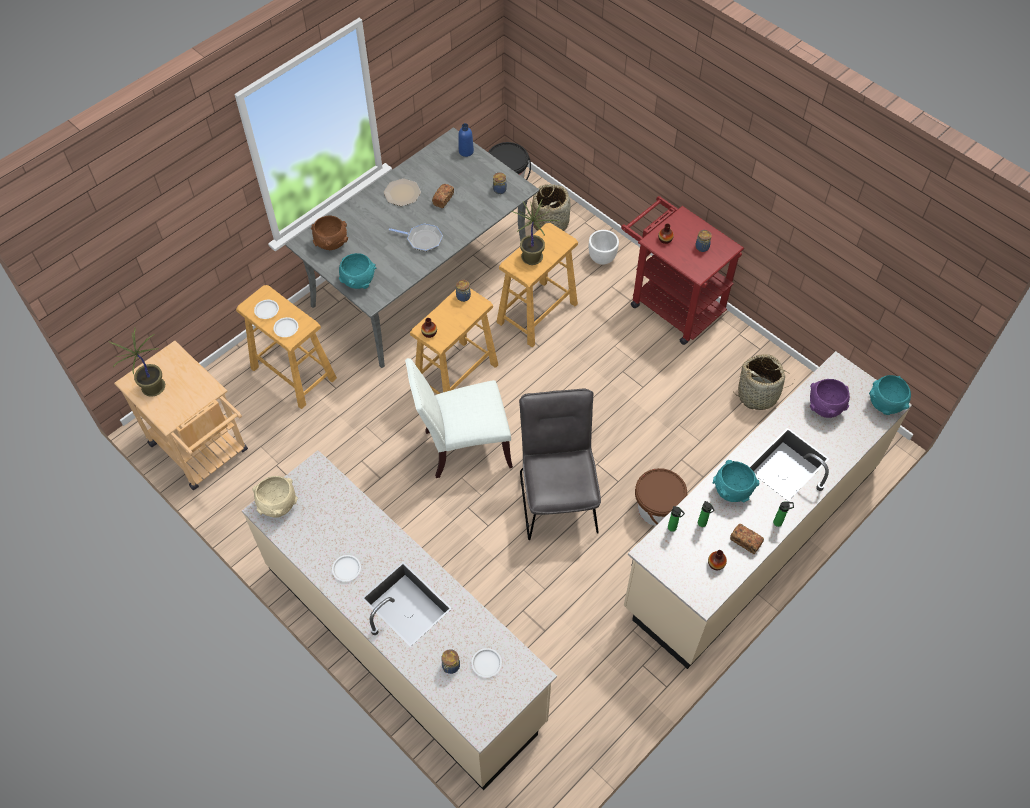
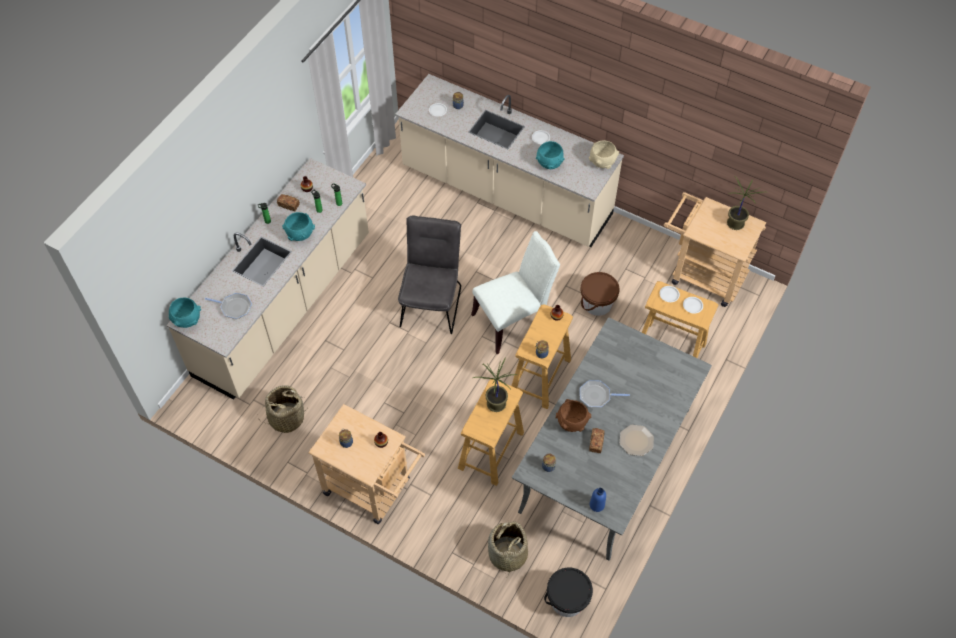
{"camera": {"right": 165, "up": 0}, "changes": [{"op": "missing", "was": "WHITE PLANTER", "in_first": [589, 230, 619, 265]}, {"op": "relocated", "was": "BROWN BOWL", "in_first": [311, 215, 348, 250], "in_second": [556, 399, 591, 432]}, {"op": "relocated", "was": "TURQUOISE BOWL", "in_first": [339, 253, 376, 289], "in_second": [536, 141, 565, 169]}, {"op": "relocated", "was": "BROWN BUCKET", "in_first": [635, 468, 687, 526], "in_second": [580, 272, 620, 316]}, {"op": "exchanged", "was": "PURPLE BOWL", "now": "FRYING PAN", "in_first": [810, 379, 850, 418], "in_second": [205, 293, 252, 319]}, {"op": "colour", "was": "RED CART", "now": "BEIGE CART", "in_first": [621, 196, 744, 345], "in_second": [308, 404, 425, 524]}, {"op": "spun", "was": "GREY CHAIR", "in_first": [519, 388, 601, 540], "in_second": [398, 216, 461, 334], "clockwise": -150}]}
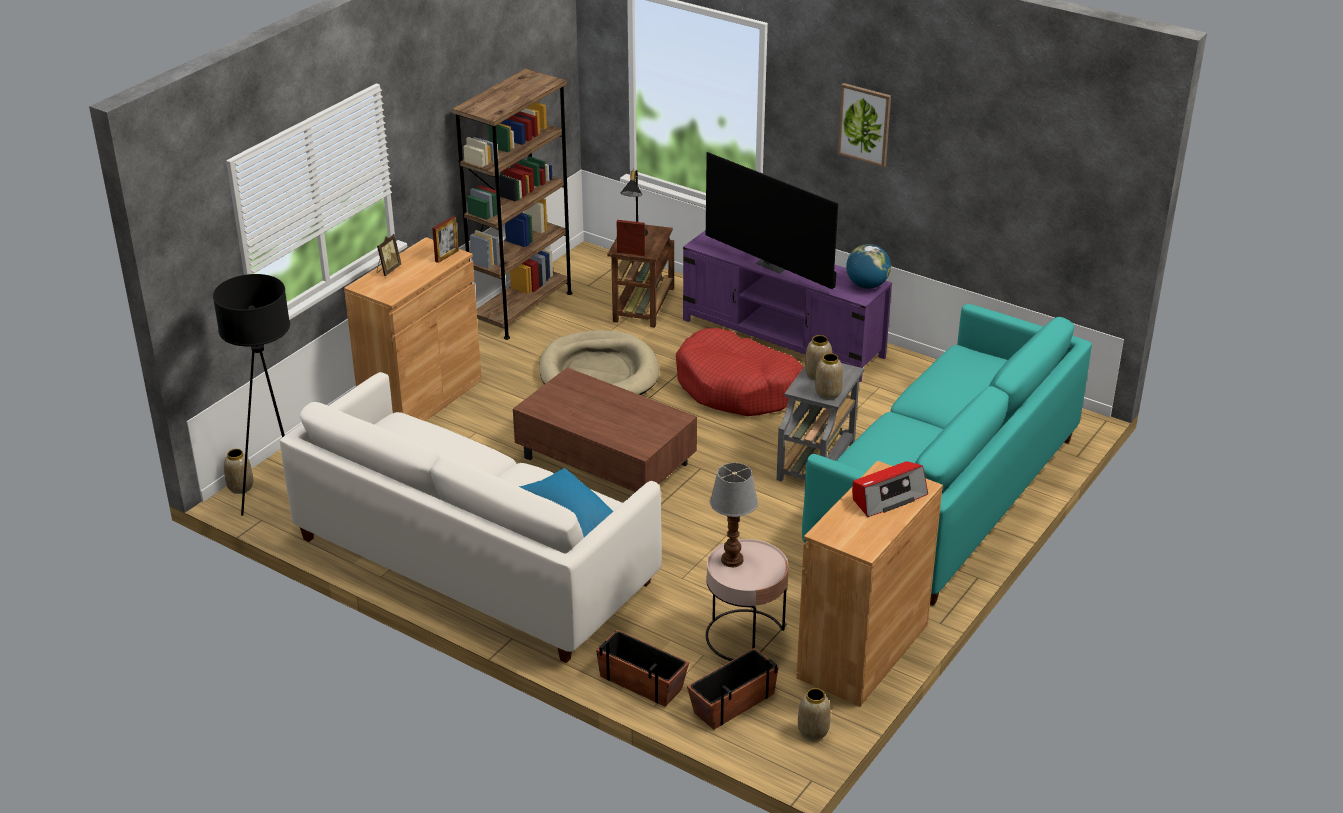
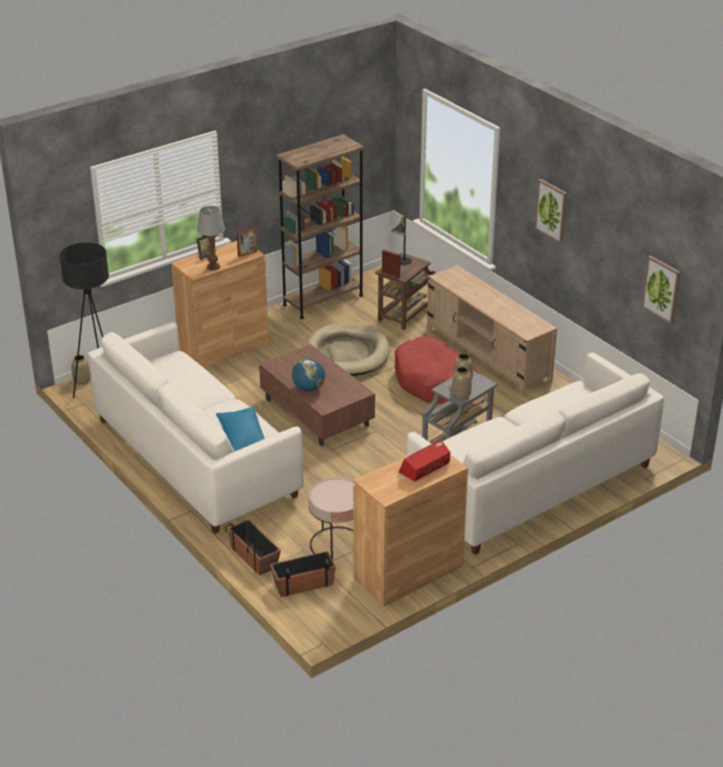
{"camera": {"right": 20, "up": 0}, "changes": [{"op": "missing", "was": "TELEVISION", "in_first": [706, 152, 838, 289]}, {"op": "missing", "was": "VASE", "in_first": [798, 688, 831, 740]}, {"op": "appeared", "now": "PICTURE", "in_second": [641, 255, 681, 324]}, {"op": "relocated", "was": "TABLE LAMP", "in_first": [710, 463, 758, 567], "in_second": [197, 206, 225, 271]}, {"op": "relocated", "was": "GLOBE", "in_first": [846, 244, 891, 289], "in_second": [292, 358, 325, 392]}, {"op": "colour", "was": "PURPLE TV STAND", "now": "BEIGE TV STAND", "in_first": [683, 230, 892, 382], "in_second": [427, 265, 557, 395]}, {"op": "colour", "was": "TURQUOISE SOFA", "now": "WHITE SOFA", "in_first": [802, 304, 1092, 606], "in_second": [407, 353, 664, 555]}, {"op": "spun", "was": "RADIO", "in_first": [852, 461, 928, 517], "in_second": [398, 440, 450, 481], "clockwise": 150}]}
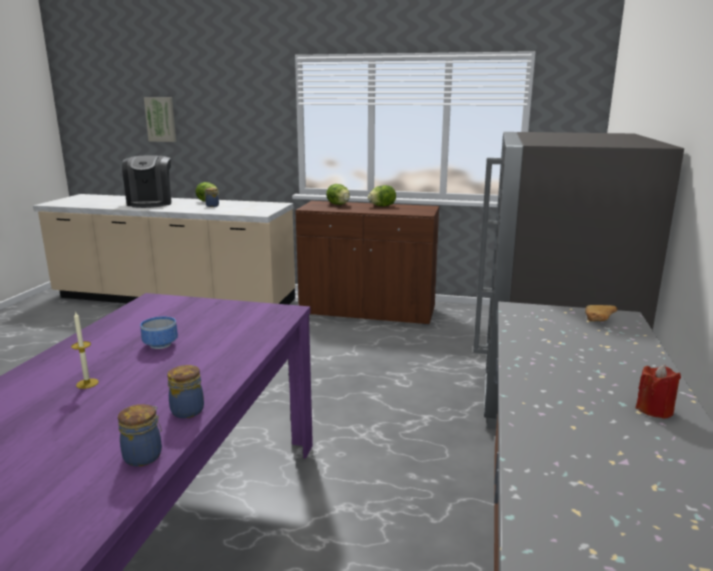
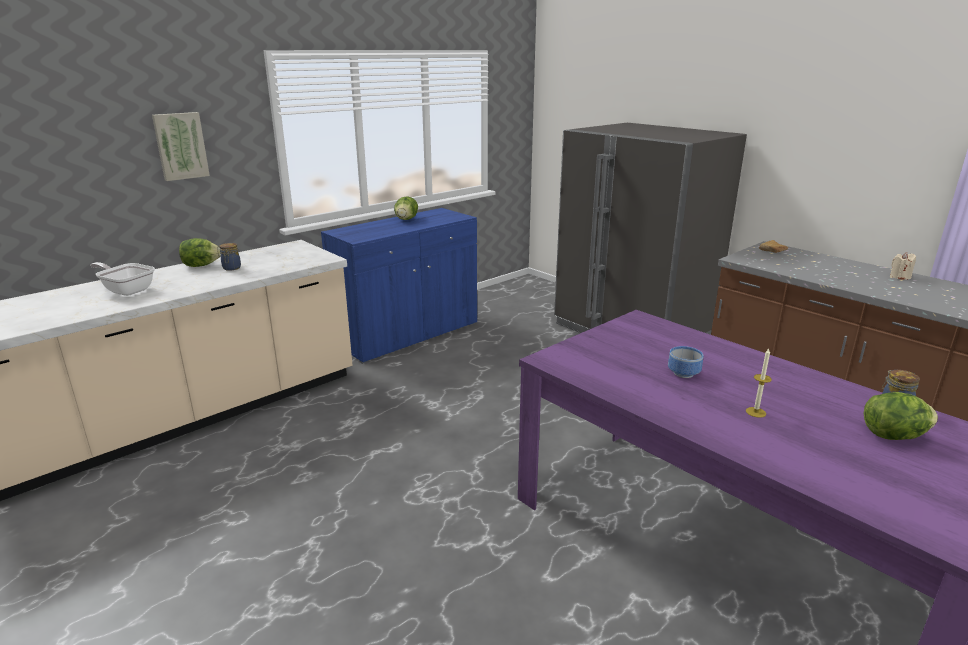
{"camera": {"right": -55, "up": 5}, "changes": [{"op": "missing", "was": "JAR", "in_first": [167, 365, 204, 418]}, {"op": "relocated", "was": "PICTURE", "in_first": [144, 98, 176, 142], "in_second": [152, 112, 210, 181]}, {"op": "relocated", "was": "LETTUCE", "in_first": [326, 184, 350, 205], "in_second": [864, 392, 938, 440]}, {"op": "exchanged", "was": "COFFEE MACHINE", "now": "FRYING PAN", "in_first": [122, 155, 171, 208], "in_second": [90, 262, 155, 296]}, {"op": "colour", "was": "BROWN CABINET", "now": "BLUE CABINET", "in_first": [295, 201, 439, 326], "in_second": [321, 208, 477, 364]}, {"op": "colour", "was": "RED CANDLE", "now": "BEIGE CANDLE", "in_first": [636, 365, 681, 419], "in_second": [890, 252, 916, 280]}]}
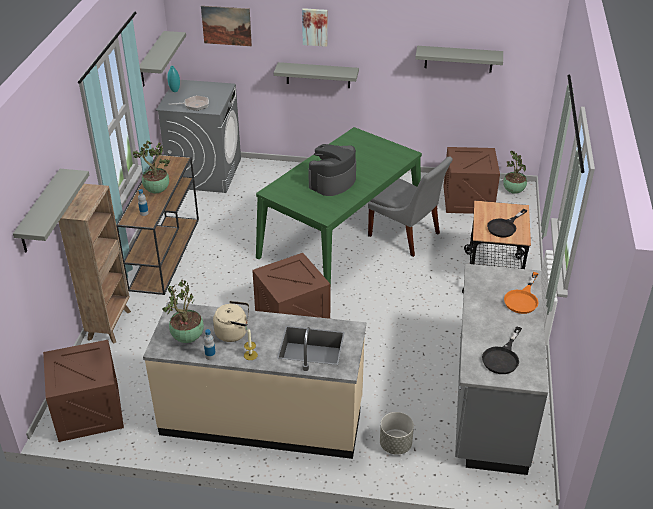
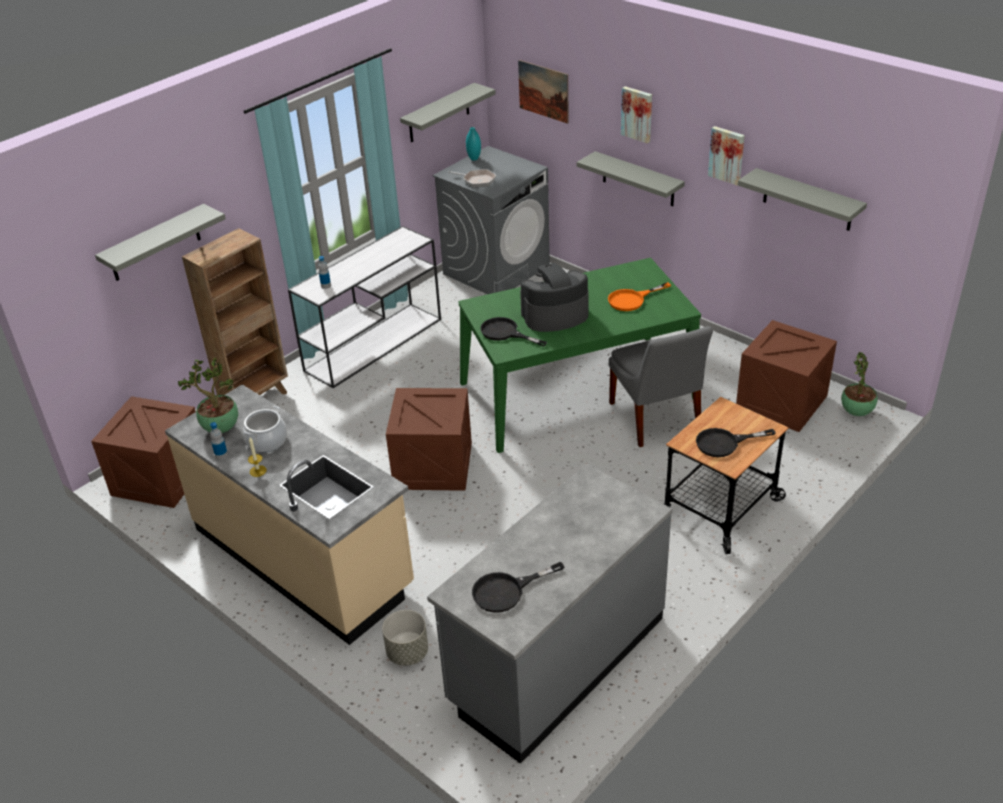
{"camera": {"right": 35, "up": 0}, "changes": [{"op": "missing", "was": "POTTED PLANT", "in_first": [133, 141, 170, 193]}, {"op": "appeared", "now": "BLACK FRYING PAN", "in_second": [480, 317, 547, 347]}, {"op": "appeared", "now": "PICTURE", "in_second": [708, 126, 745, 185]}, {"op": "relocated", "was": "ORANGE FRYING PAN", "in_first": [504, 272, 539, 314], "in_second": [608, 282, 671, 311]}, {"op": "exchanged", "was": "BEIGE KETTLE", "now": "COOKING POT", "in_first": [213, 301, 249, 342], "in_second": [243, 406, 287, 452]}, {"op": "colour", "was": "BROWN CONSOLE TABLE", "now": "WHITE CONSOLE TABLE", "in_first": [116, 154, 199, 295], "in_second": [288, 226, 441, 388]}]}
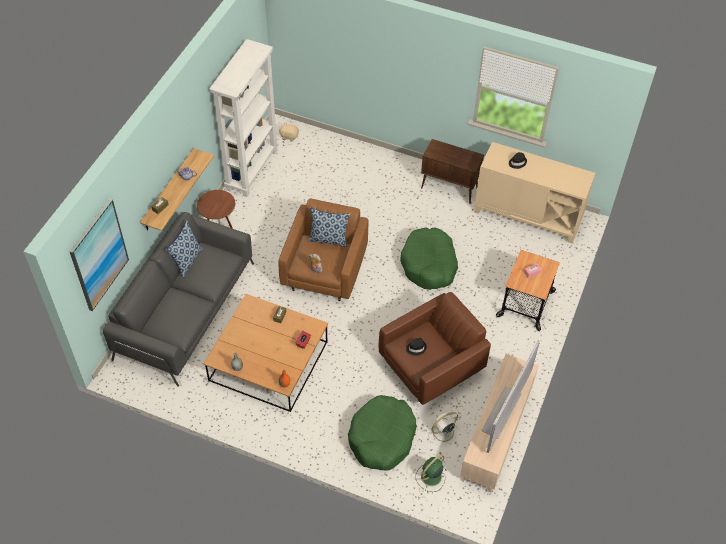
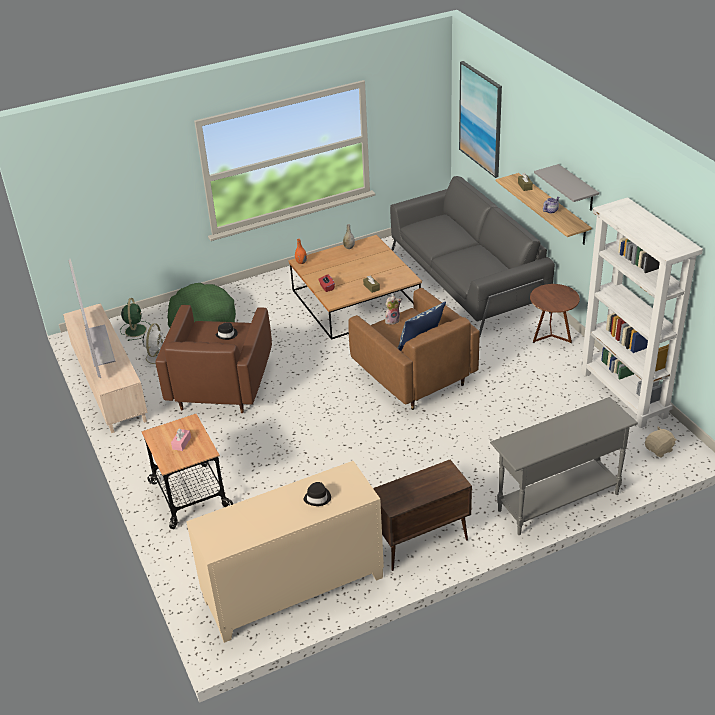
{"camera": {"right": 135, "up": -15}, "changes": [{"op": "missing", "was": "PILLOW", "in_first": [166, 220, 203, 277]}, {"op": "missing", "was": "GREEN DOG BED", "in_first": [400, 227, 458, 290]}, {"op": "appeared", "now": "GREY CONSOLE TABLE", "in_second": [490, 397, 638, 535]}, {"op": "appeared", "now": "GREY SHELF", "in_second": [534, 164, 599, 211]}]}
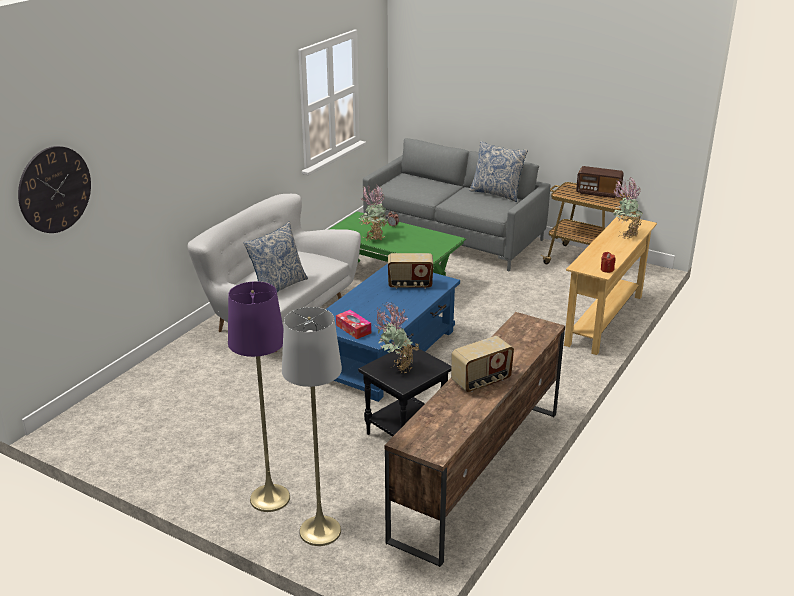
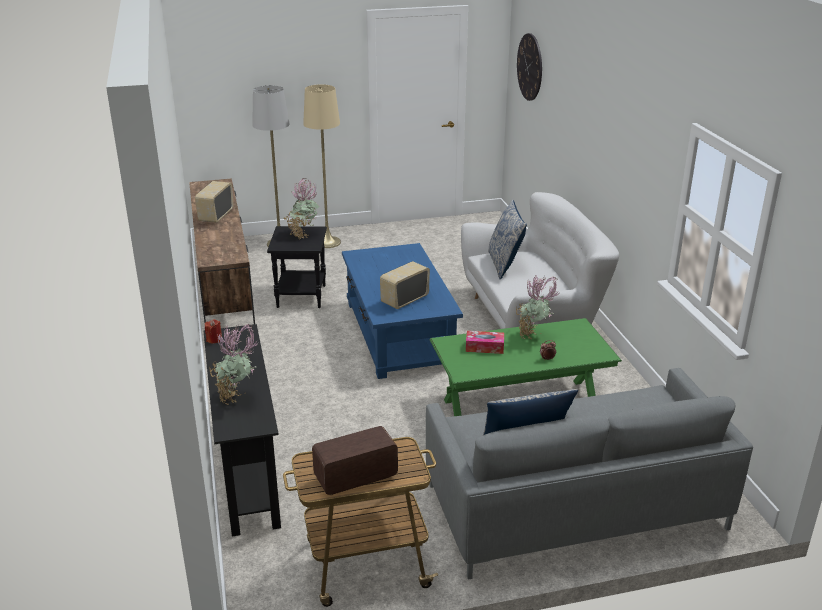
{"camera": {"right": 135, "up": 0}, "changes": [{"op": "relocated", "was": "TISSUE BOX", "in_first": [336, 310, 371, 339], "in_second": [466, 331, 504, 354]}, {"op": "colour", "was": "PURPLE FLOOR LAMP", "now": "BEIGE FLOOR LAMP", "in_first": [228, 281, 290, 512], "in_second": [303, 84, 341, 248]}, {"op": "colour", "was": "BEIGE CONSOLE TABLE", "now": "BLACK CONSOLE TABLE", "in_first": [564, 215, 657, 355], "in_second": [204, 324, 281, 536]}]}
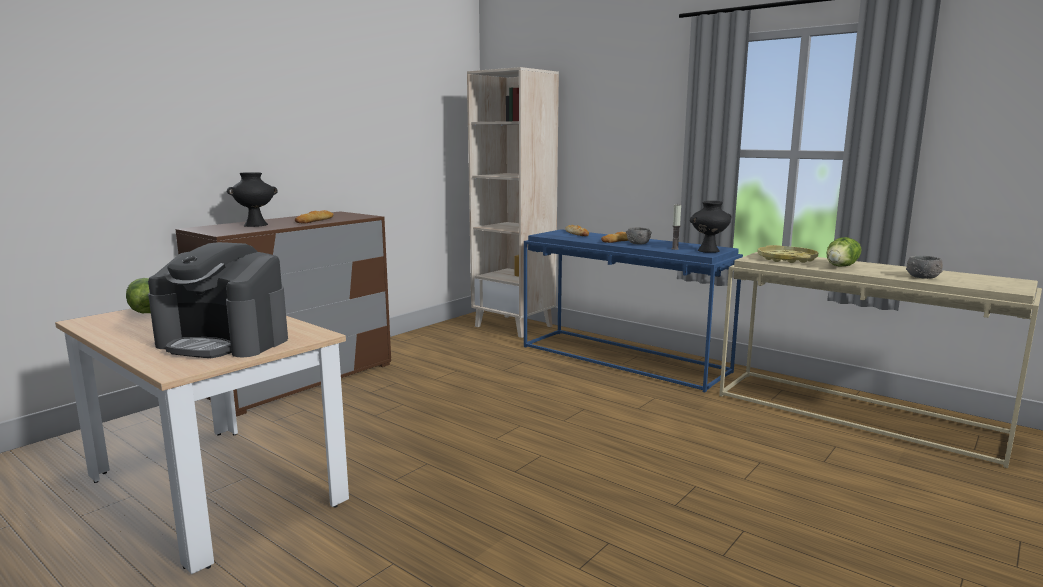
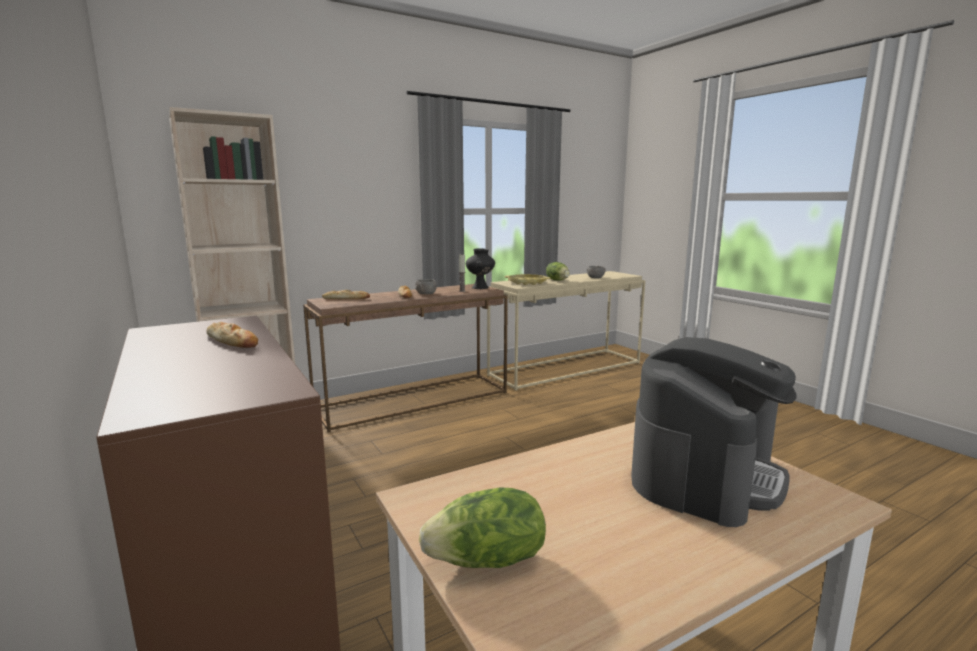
{"camera": {"right": -70, "up": 0}, "changes": [{"op": "missing", "was": "BLACK VASE", "in_first": [227, 172, 278, 227]}, {"op": "colour", "was": "BLUE CONSOLE TABLE", "now": "BROWN CONSOLE TABLE", "in_first": [524, 229, 743, 393], "in_second": [303, 284, 508, 432]}]}
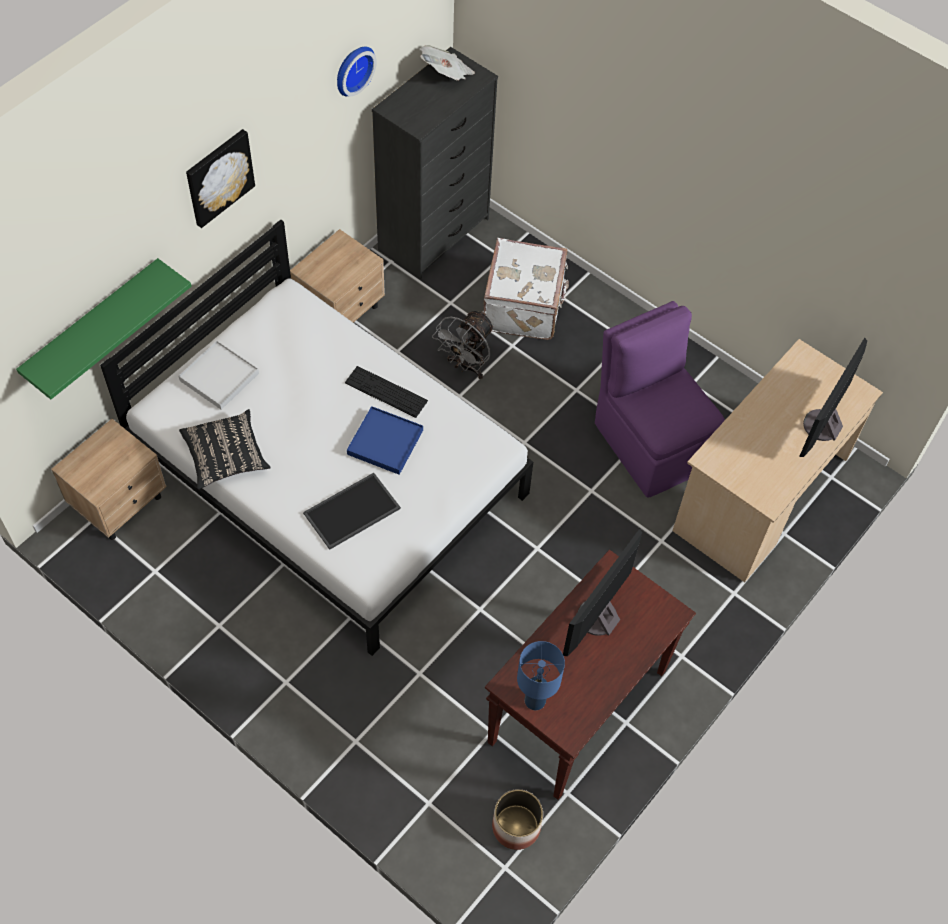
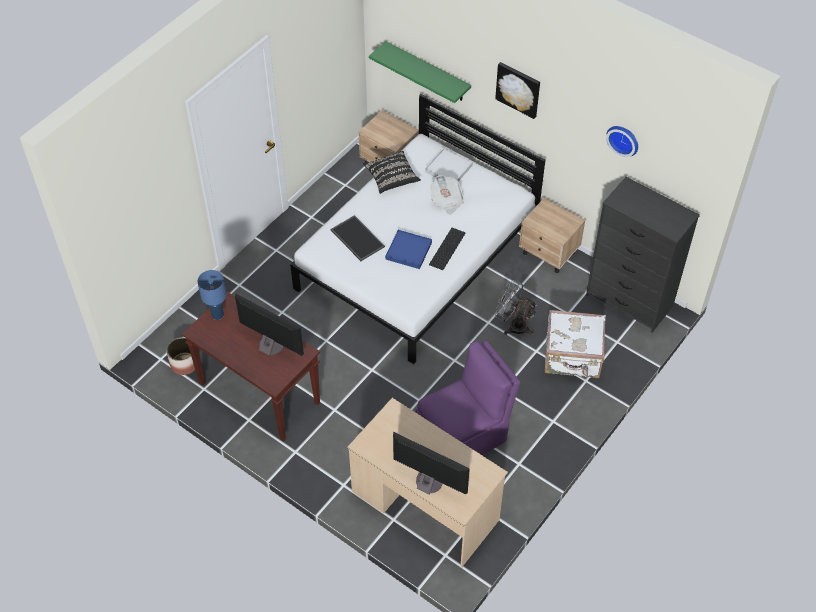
{"camera": {"right": 90, "up": -5}, "changes": [{"op": "relocated", "was": "NEWSPAPER", "in_first": [420, 45, 475, 80], "in_second": [430, 175, 464, 214]}]}
